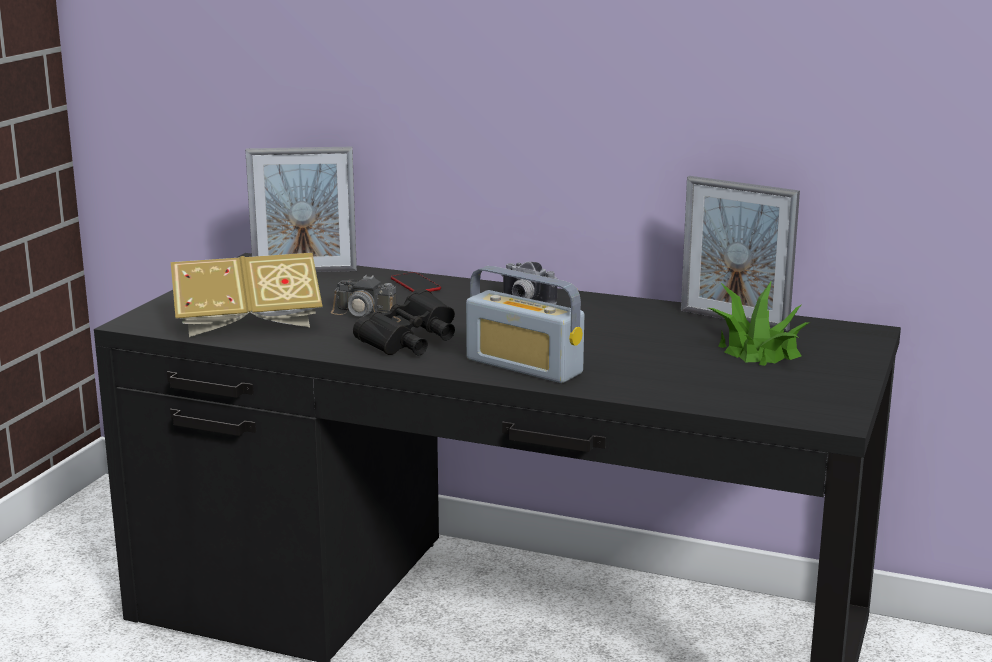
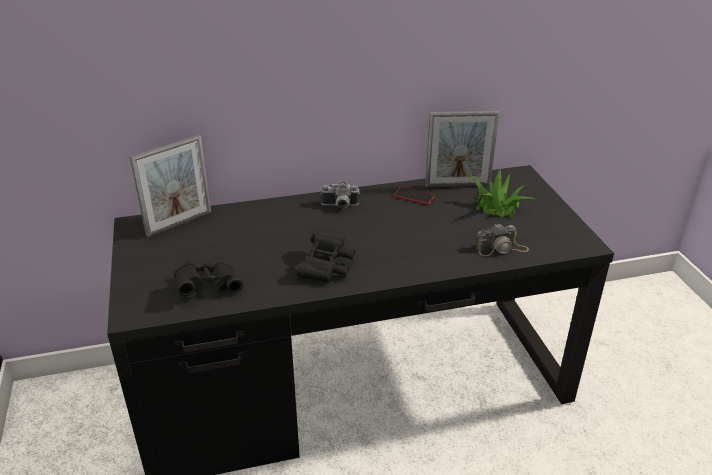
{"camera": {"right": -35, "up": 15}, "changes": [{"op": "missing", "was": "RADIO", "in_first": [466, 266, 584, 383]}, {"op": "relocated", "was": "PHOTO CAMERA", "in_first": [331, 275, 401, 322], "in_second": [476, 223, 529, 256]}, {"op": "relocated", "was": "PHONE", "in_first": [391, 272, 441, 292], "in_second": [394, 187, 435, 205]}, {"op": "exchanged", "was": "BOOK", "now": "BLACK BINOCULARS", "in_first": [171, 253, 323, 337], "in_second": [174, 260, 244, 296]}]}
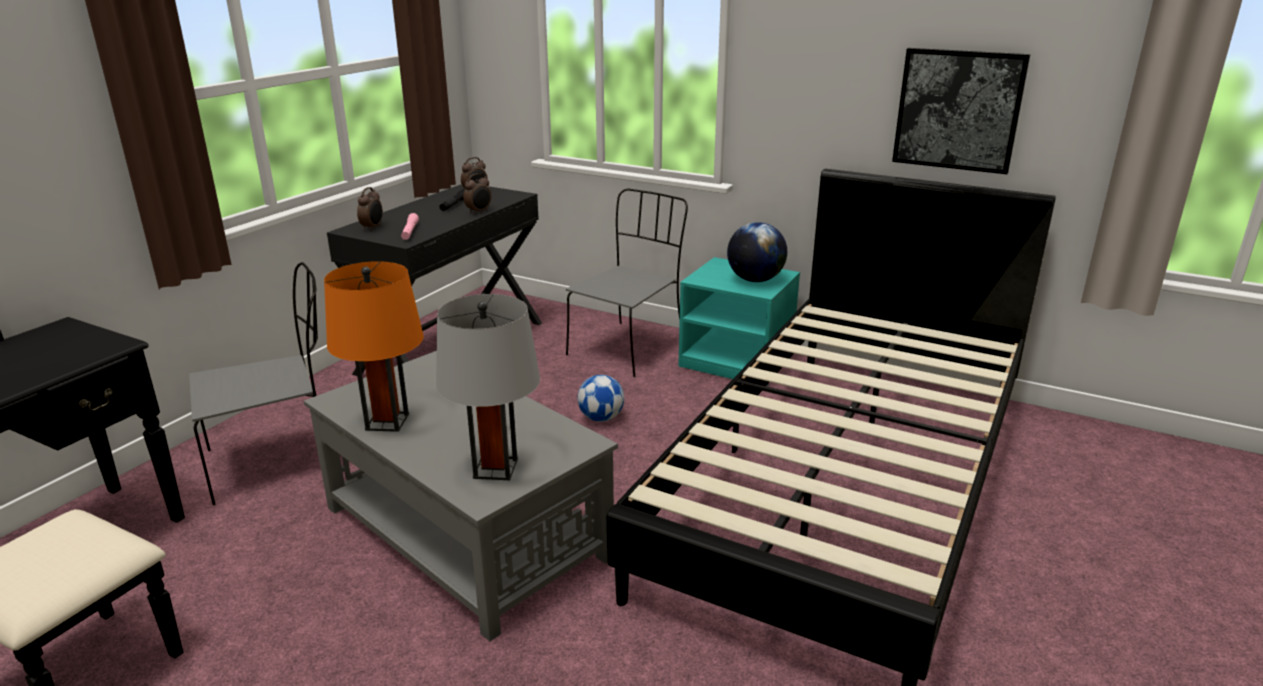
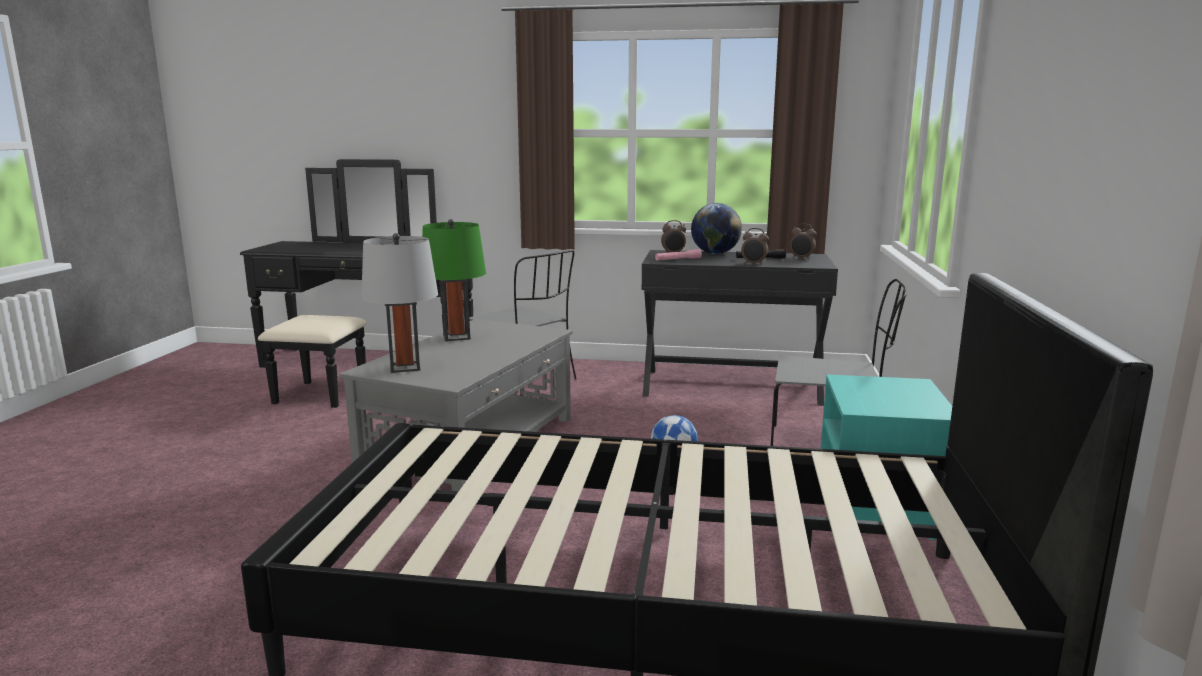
{"camera": {"right": 70, "up": -10}, "changes": [{"op": "missing", "was": "PICTURE", "in_first": [892, 48, 1031, 174]}, {"op": "relocated", "was": "GLOBE", "in_first": [727, 222, 787, 282], "in_second": [691, 203, 742, 254]}, {"op": "colour", "was": "ORANGE TABLE LAMP", "now": "GREEN TABLE LAMP", "in_first": [324, 261, 424, 432], "in_second": [422, 219, 486, 341]}]}
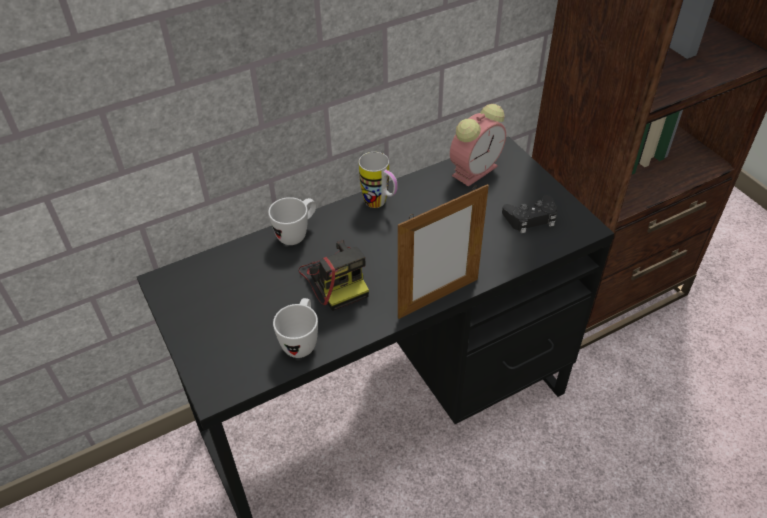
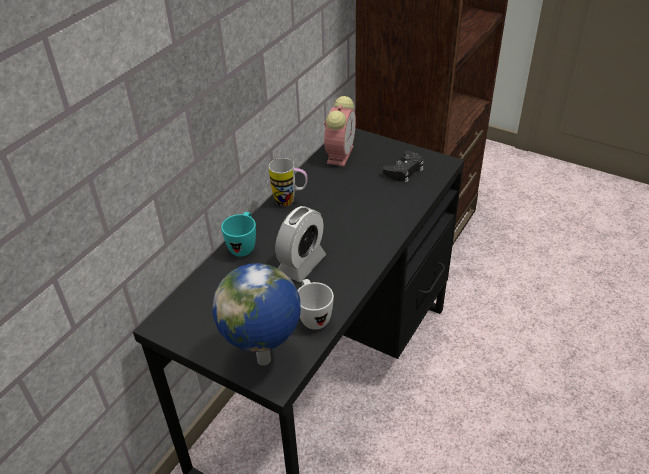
{"camera": {"right": -30, "up": -5}, "changes": [{"op": "missing", "was": "PICTURE FRAME", "in_first": [398, 184, 489, 319]}, {"op": "appeared", "now": "GLOBE", "in_second": [212, 263, 301, 366]}, {"op": "exchanged", "was": "PHOTO CAMERA", "now": "ALARM CLOCK", "in_first": [299, 240, 369, 311], "in_second": [275, 206, 326, 282]}, {"op": "colour", "was": "WHITE MUG", "now": "TURQUOISE MUG", "in_first": [268, 197, 316, 245], "in_second": [221, 212, 256, 257]}]}
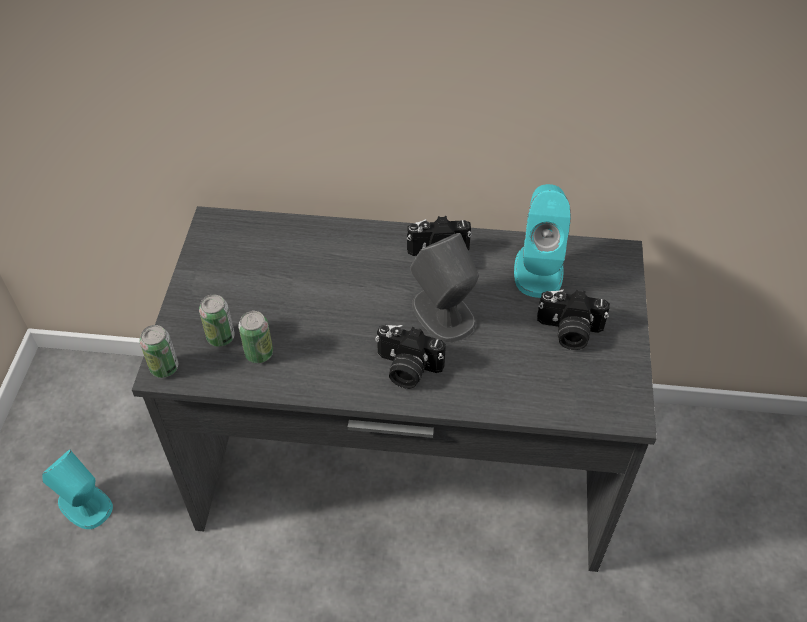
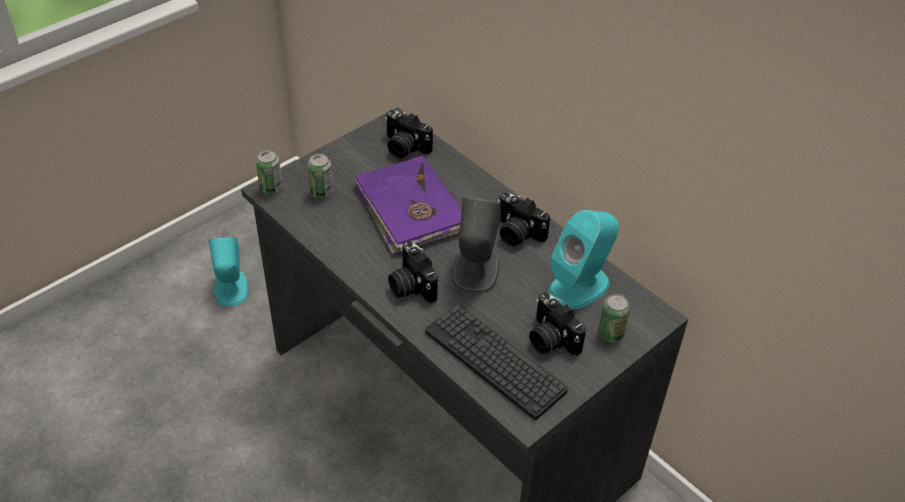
{"camera": {"right": 40, "up": -5}, "changes": [{"op": "appeared", "now": "PURPLE BOOK", "in_second": [354, 155, 462, 253]}, {"op": "appeared", "now": "PHOTO CAMERA", "in_second": [385, 110, 433, 159]}, {"op": "appeared", "now": "KEYBOARD", "in_second": [425, 305, 568, 420]}, {"op": "relocated", "was": "CAN", "in_first": [239, 311, 273, 363], "in_second": [598, 294, 630, 342]}]}
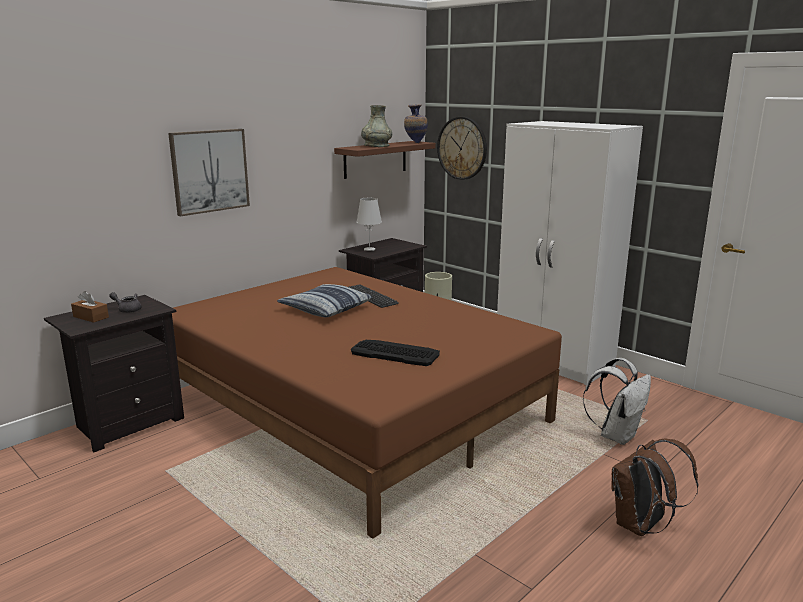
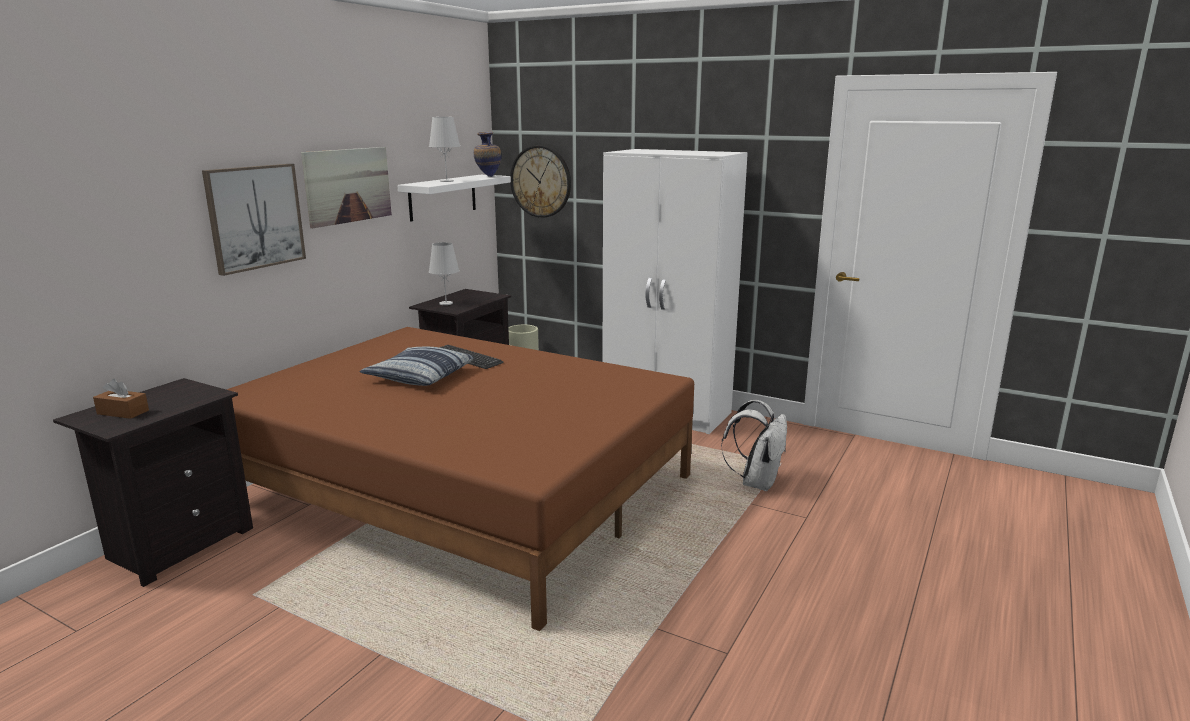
{"camera": {"right": -15, "up": 0}, "changes": [{"op": "missing", "was": "GREY TEAPOT", "in_first": [109, 292, 142, 313]}, {"op": "missing", "was": "KEYBOARD", "in_first": [351, 340, 440, 366]}, {"op": "missing", "was": "BROWN BACKPACK", "in_first": [611, 439, 698, 536]}, {"op": "appeared", "now": "PICTURE", "in_second": [301, 147, 392, 228]}, {"op": "exchanged", "was": "GREY VASE", "now": "WHITE TABLE LAMP", "in_first": [361, 105, 392, 147], "in_second": [429, 117, 460, 182]}, {"op": "colour", "was": "BROWN SHELF", "now": "WHITE SHELF", "in_first": [334, 141, 436, 179], "in_second": [397, 175, 511, 222]}]}
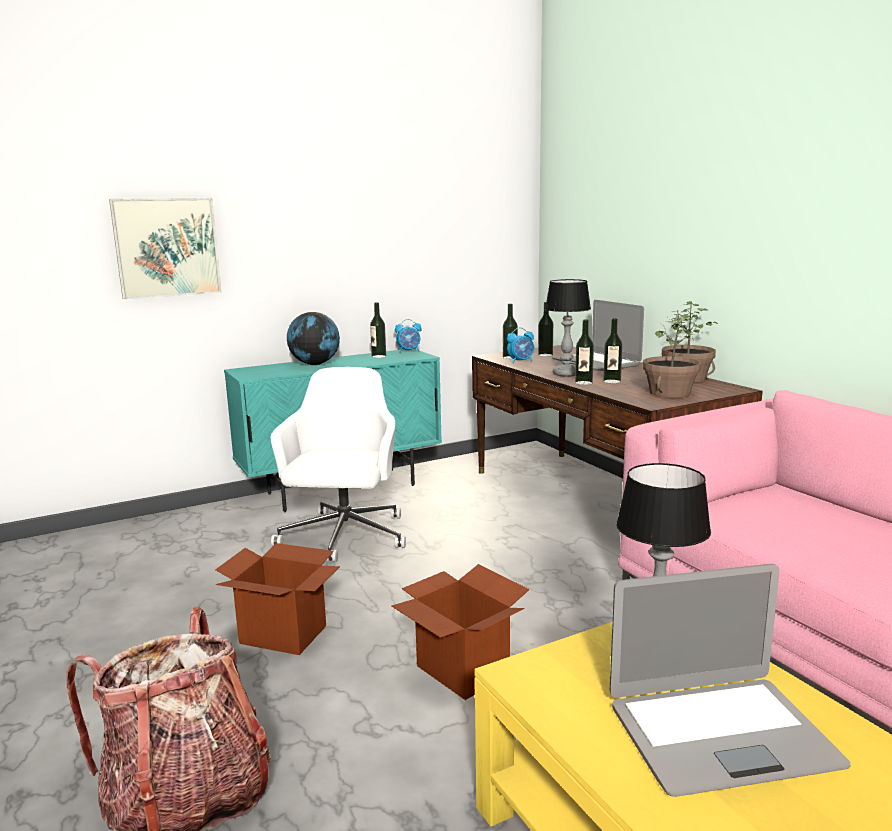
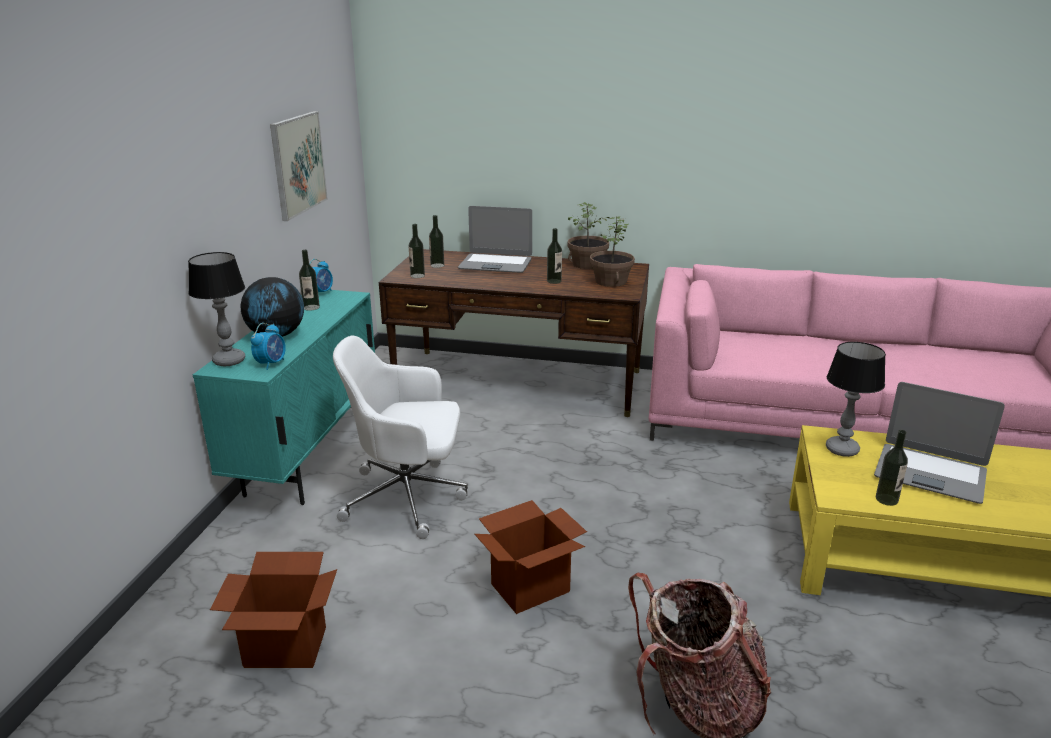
{"camera": {"right": -50, "up": 10}, "changes": [{"op": "relocated", "was": "PICTURE", "in_first": [109, 198, 222, 299], "in_second": [270, 111, 328, 221]}, {"op": "relocated", "was": "CARDBOARD BOX", "in_first": [392, 564, 530, 700], "in_second": [210, 552, 337, 668]}, {"op": "relocated", "was": "ALARM CLOCK", "in_first": [507, 327, 534, 363], "in_second": [250, 323, 286, 370]}, {"op": "relocated", "was": "TABLE LAMP", "in_first": [545, 279, 591, 377], "in_second": [188, 252, 245, 366]}, {"op": "relocated", "was": "BOTTLE", "in_first": [575, 320, 594, 385], "in_second": [876, 430, 908, 506]}, {"op": "spun", "was": "WHITE OFFICE CHAIR", "in_first": [271, 367, 406, 562], "in_second": [333, 335, 468, 539], "clockwise": -45}, {"op": "spun", "was": "LAPTOP", "in_first": [610, 564, 851, 797], "in_second": [874, 382, 1005, 504], "clockwise": 90}]}
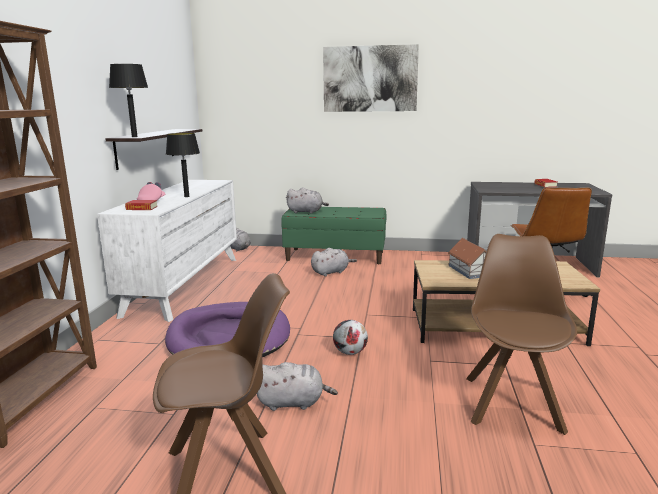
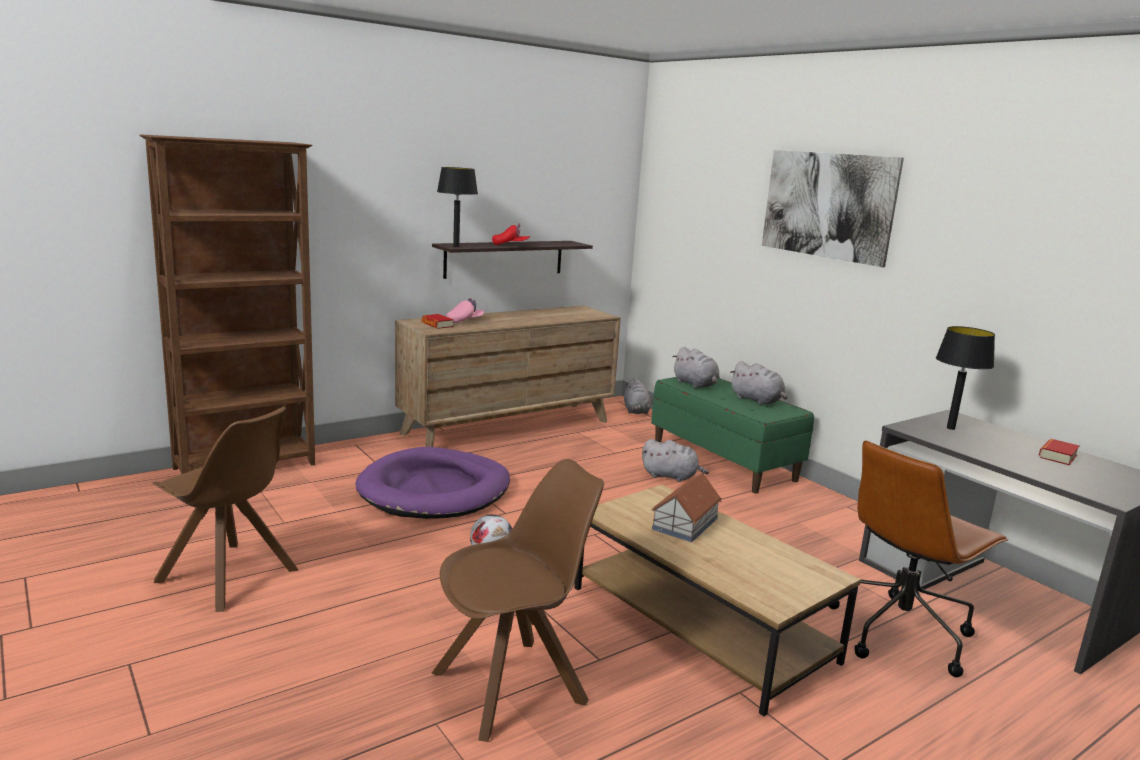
{"camera": {"right": 45, "up": 0}, "changes": [{"op": "appeared", "now": "RED CAP", "in_second": [492, 224, 530, 245]}, {"op": "relocated", "was": "BLACK TABLE LAMP", "in_first": [166, 133, 200, 197], "in_second": [936, 326, 995, 430]}, {"op": "relocated", "was": "GREY PLUSH TOY", "in_first": [257, 362, 338, 411], "in_second": [730, 361, 788, 405]}, {"op": "colour", "was": "WHITE DRESSER", "now": "BROWN DRESSER", "in_first": [97, 180, 237, 322], "in_second": [395, 306, 621, 447]}]}
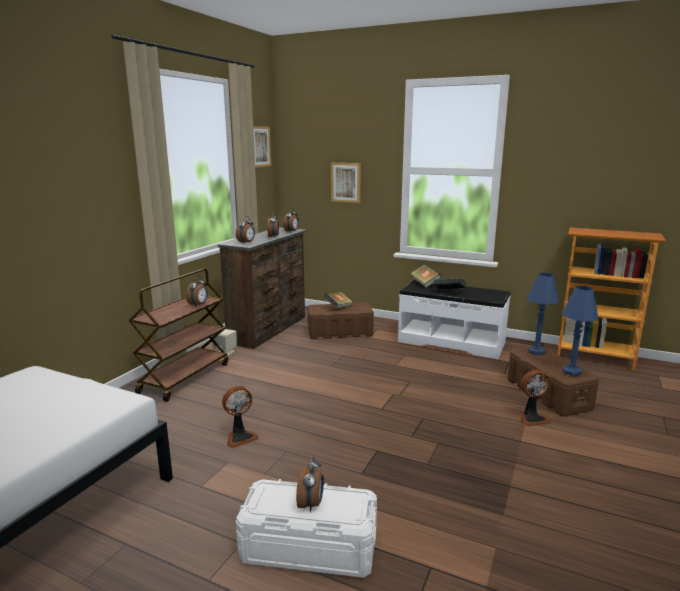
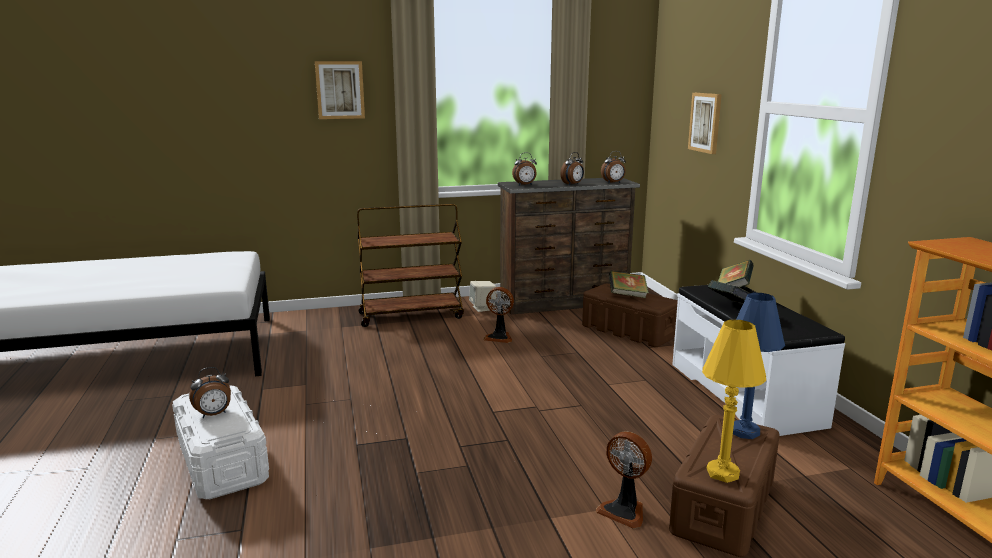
{"camera": {"right": 50, "up": 0}, "changes": [{"op": "missing", "was": "ALARM CLOCK", "in_first": [186, 276, 208, 307]}, {"op": "relocated", "was": "FAN", "in_first": [222, 386, 258, 448], "in_second": [483, 287, 514, 343]}, {"op": "relocated", "was": "PICTURE", "in_first": [253, 126, 271, 167], "in_second": [315, 61, 365, 119]}, {"op": "colour", "was": "BLUE TABLE LAMP", "now": "YELLOW TABLE LAMP", "in_first": [562, 286, 599, 376], "in_second": [702, 320, 766, 483]}]}
